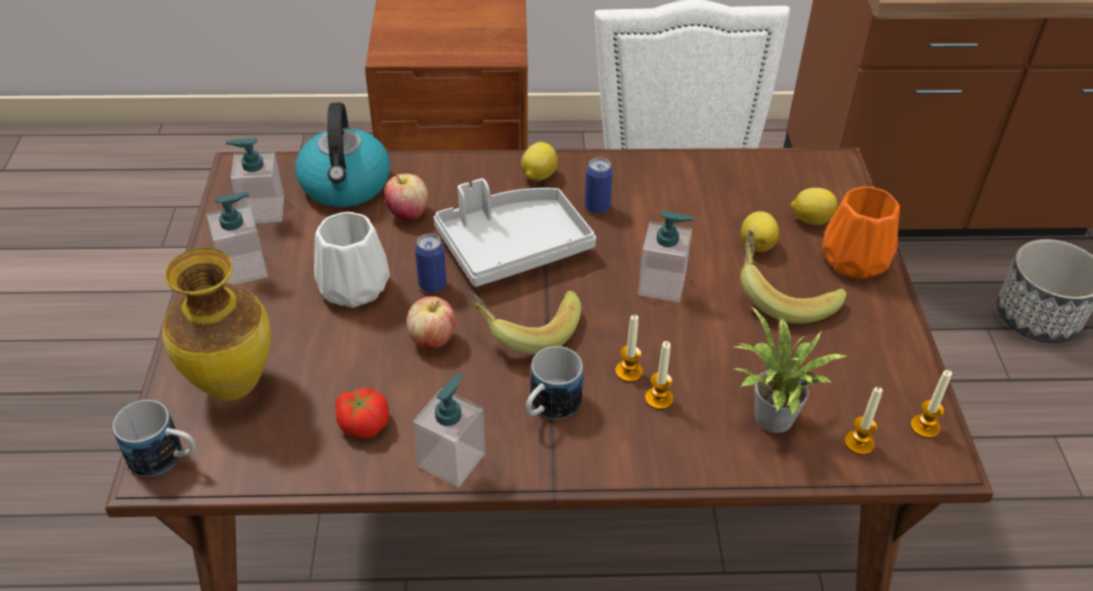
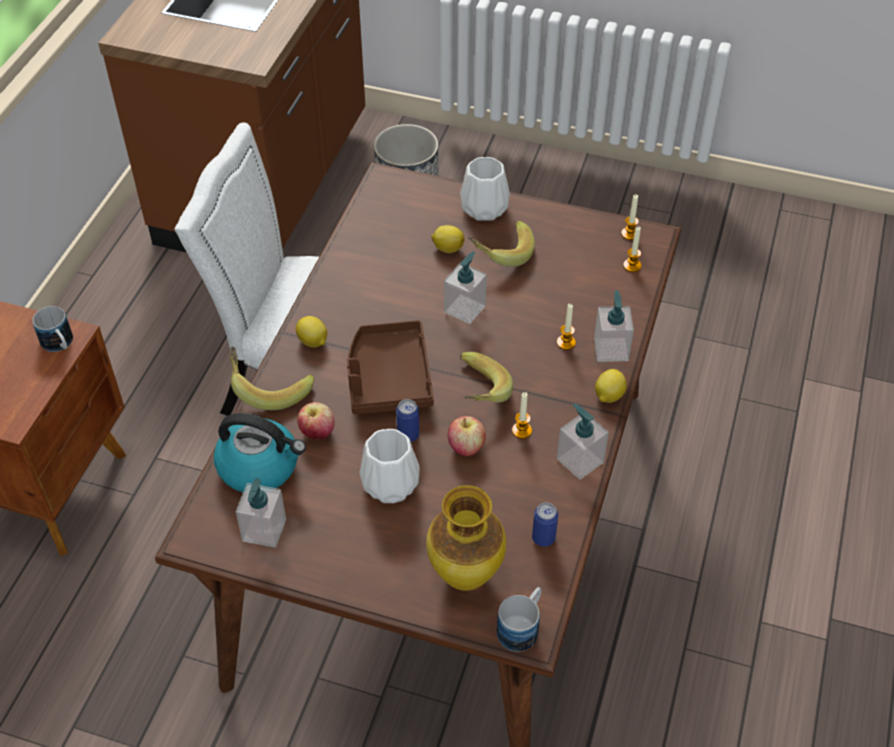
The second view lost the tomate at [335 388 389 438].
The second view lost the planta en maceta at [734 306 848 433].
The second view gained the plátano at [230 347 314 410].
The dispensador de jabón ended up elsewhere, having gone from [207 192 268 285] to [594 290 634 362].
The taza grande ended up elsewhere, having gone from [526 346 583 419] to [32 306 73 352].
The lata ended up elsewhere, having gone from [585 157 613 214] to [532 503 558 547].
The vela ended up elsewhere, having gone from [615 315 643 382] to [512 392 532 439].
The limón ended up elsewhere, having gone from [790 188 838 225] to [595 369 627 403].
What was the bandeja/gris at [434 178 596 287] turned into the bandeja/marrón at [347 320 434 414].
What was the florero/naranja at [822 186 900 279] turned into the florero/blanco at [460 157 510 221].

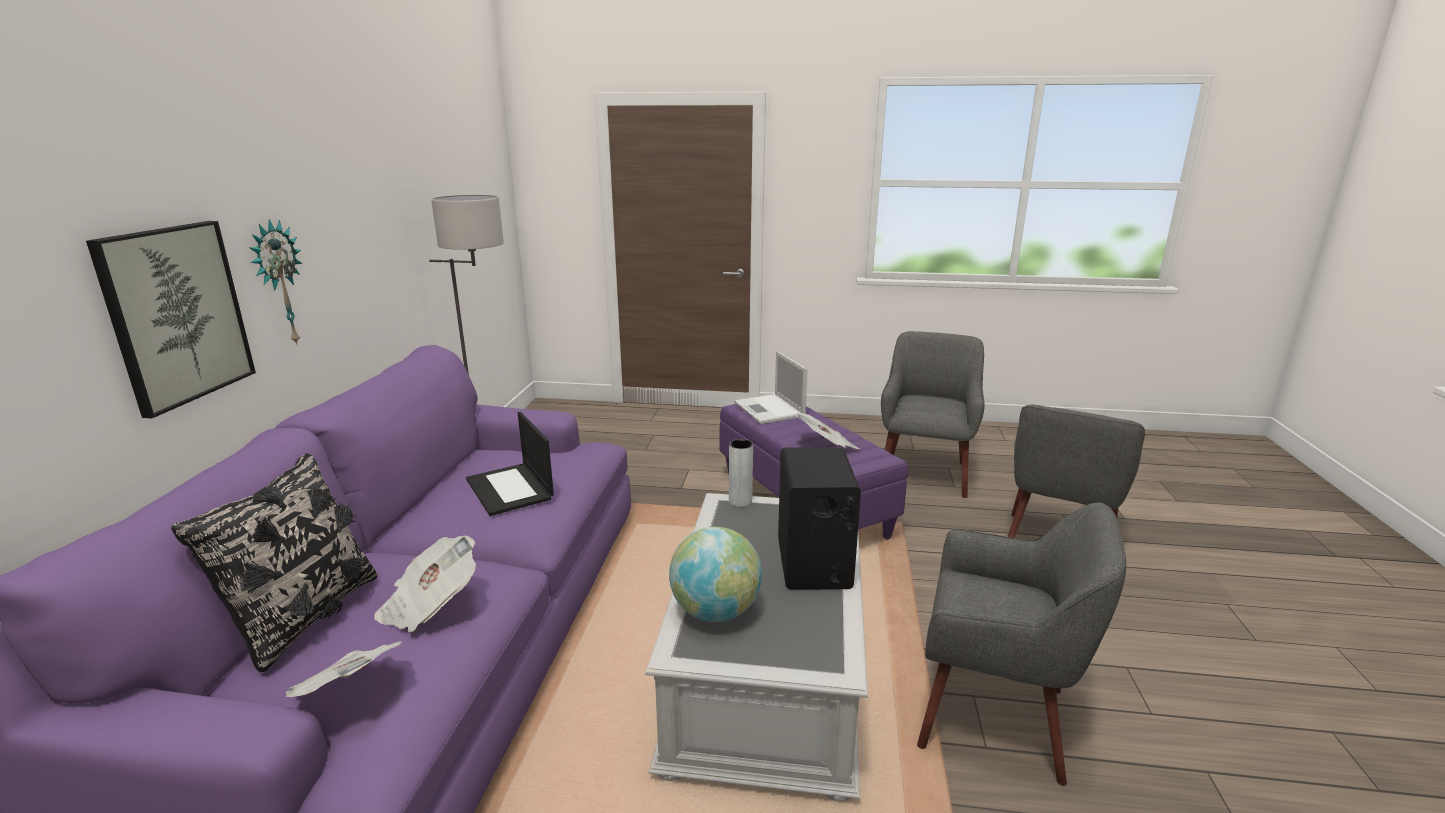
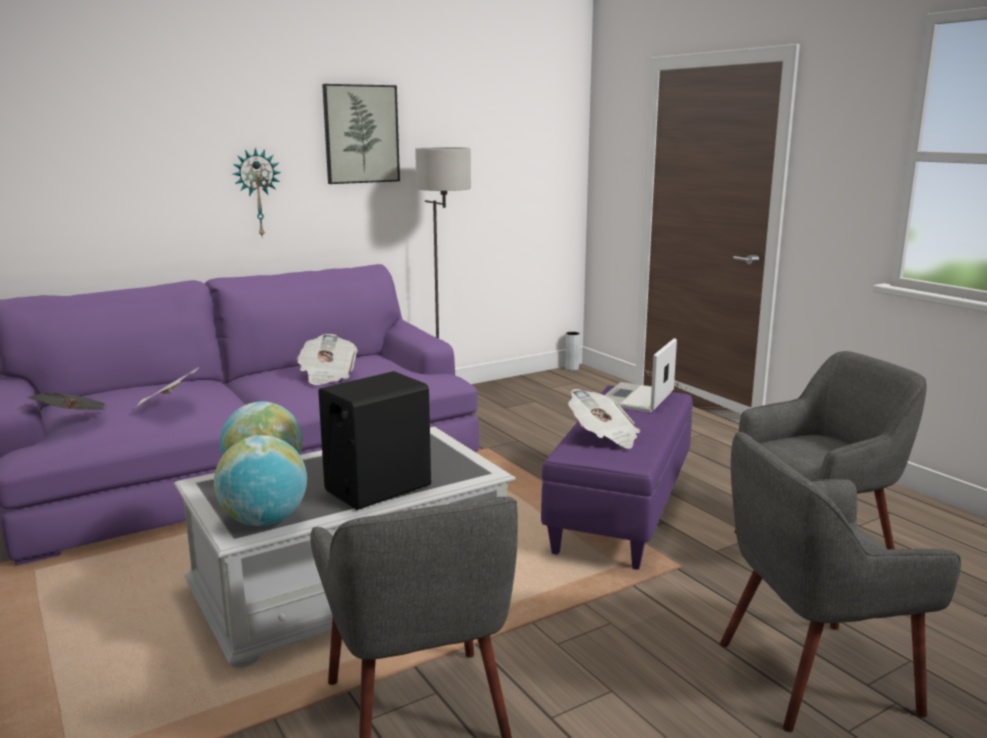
The second view lost the cojín/negro at [171 453 377 672].
The second view gained the globo terráqueo at [214 435 307 526].
The cuadro ended up elsewhere, having gone from [86 221 256 418] to [322 84 400 184].
The florero/gris ended up elsewhere, having gone from [729 439 753 507] to [565 332 580 371].
Where the portátil stood at [466 412 554 516], the periódico came to stand at [297 334 358 385].

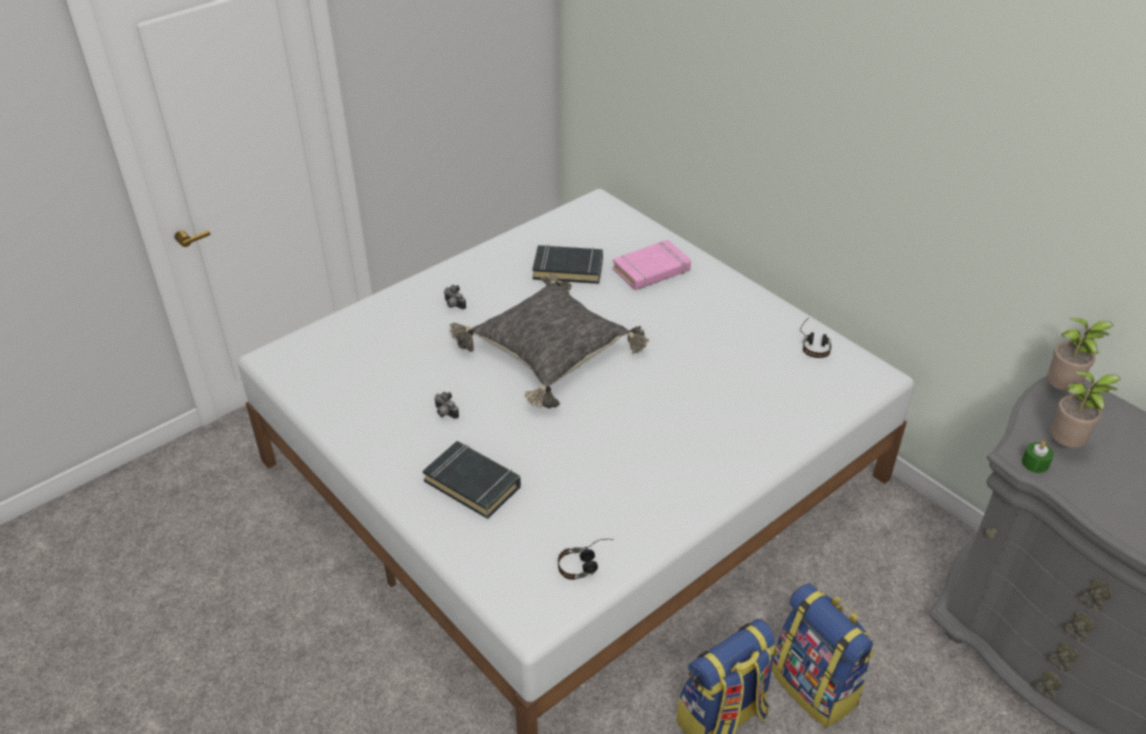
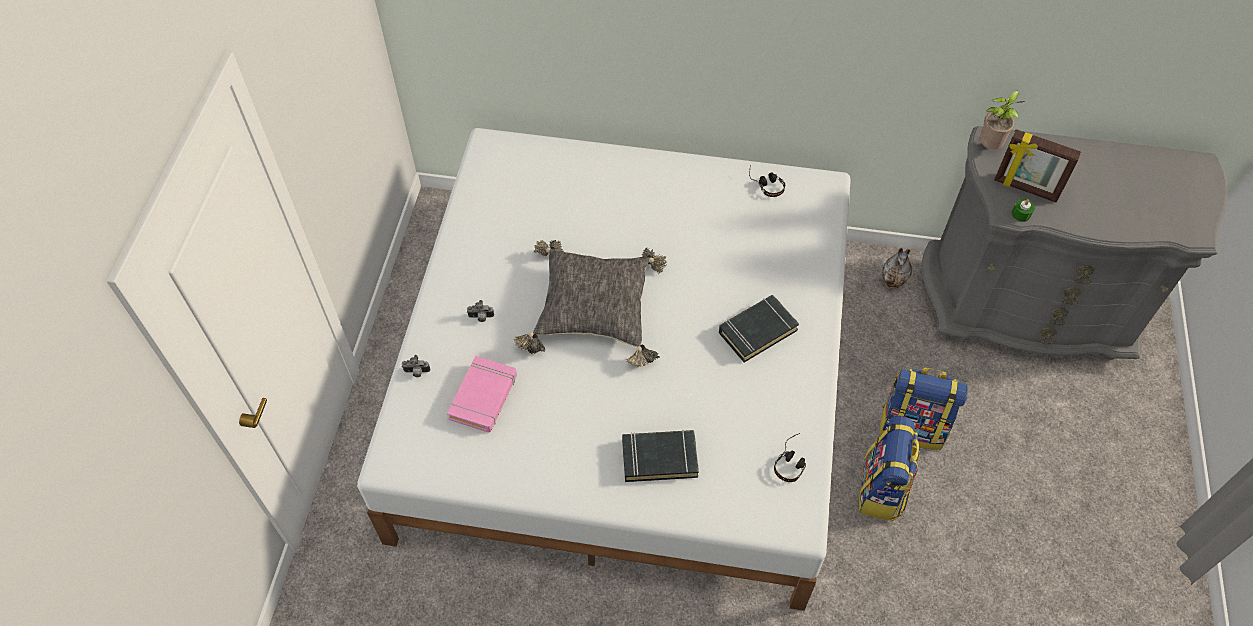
The second view gained the florero at [882 248 912 288].
The cámara ended up elsewhere, having gone from [434 392 459 419] to [402 355 430 377].
The libro/negro ended up elsewhere, having gone from [532 244 603 284] to [719 295 799 362].
The libro/rosa ended up elsewhere, having gone from [612 240 691 290] to [447 356 517 433].
Where the planta en maceta stood at [1051 371 1121 448], the portarretratos came to stand at [994 129 1081 203].

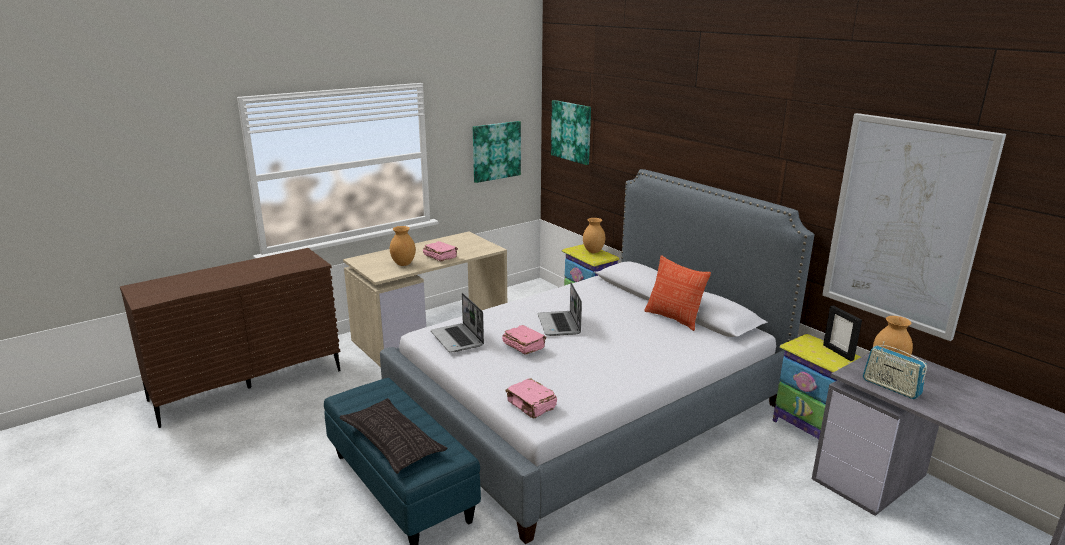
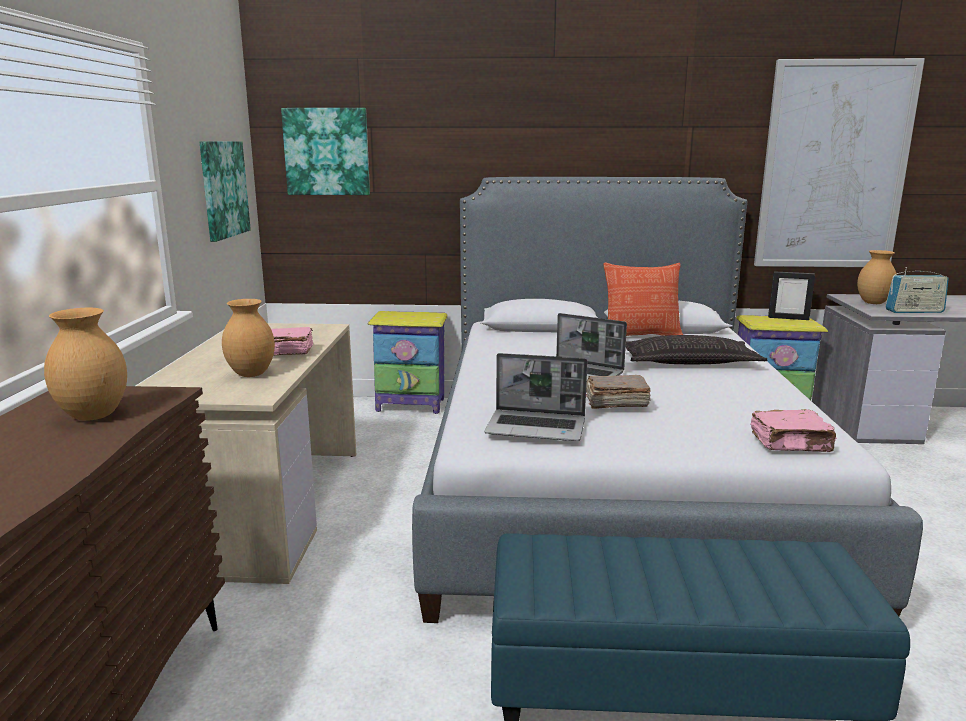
The cojín ended up elsewhere, having gone from [339 398 447 474] to [626 335 768 364].
The florero/marrón ended up elsewhere, having gone from [583 218 605 253] to [44 308 127 421].
What was the libro/rosa at [502 325 547 355] turned into the libro/marrón at [586 375 651 409].

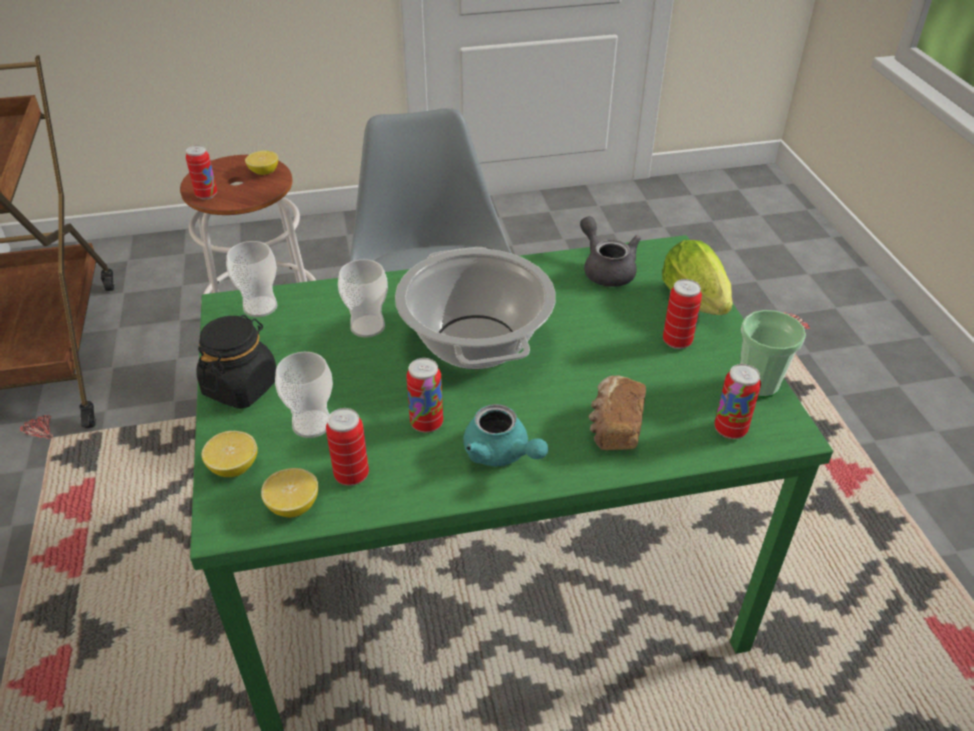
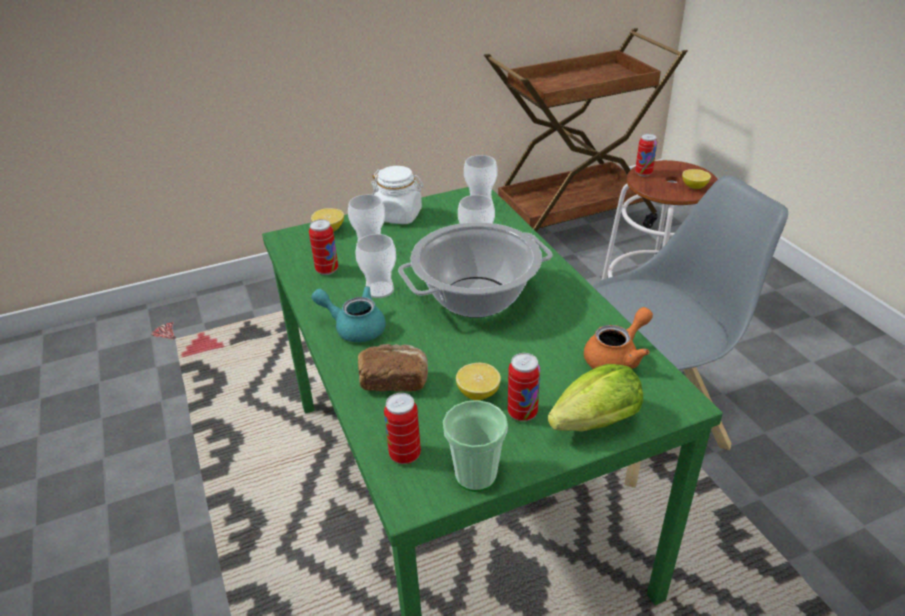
The limón ended up elsewhere, having gone from [261 468 318 518] to [456 363 501 400].
Where the lata stood at [406 358 443 433], the taza came to stand at [355 234 396 298].
What was the tarro/negro at [196 315 277 409] turned into the tarro/blanco at [371 166 424 224].
What was the tetera/gris at [580 216 641 287] turned into the tetera/naranja at [584 307 653 369].
The tetera/turquesa at [463 404 548 466] ended up facing another way, 75 degrees clockwise from before.

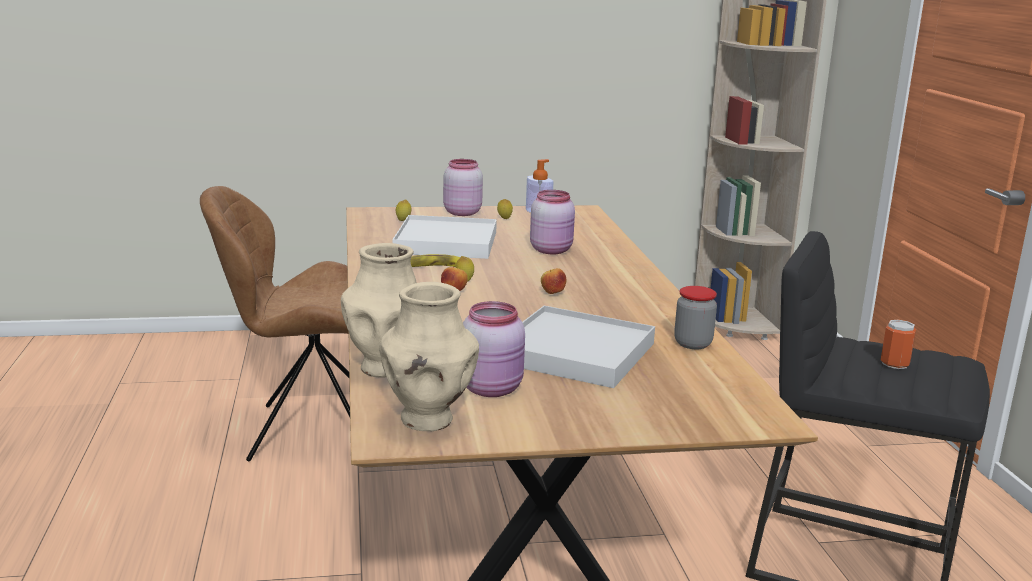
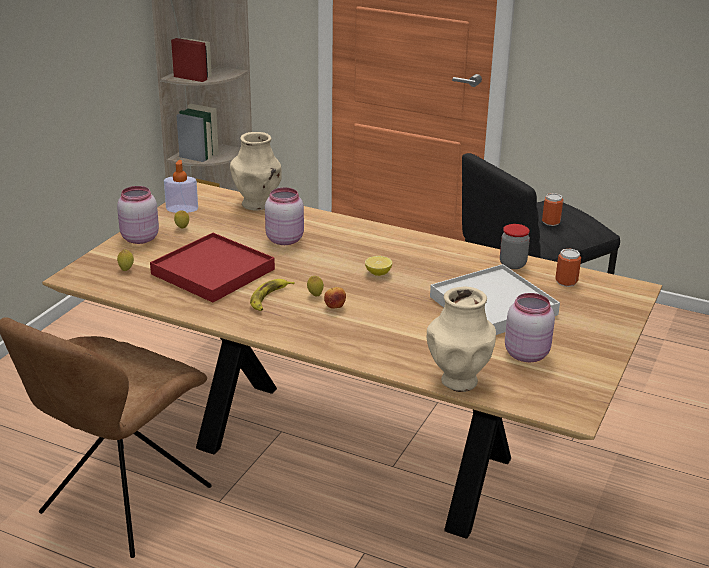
The second view gained the lata at [555 249 581 287].
The florero/beis ended up elsewhere, having gone from [379 282 479 431] to [230 132 282 211].
Where the manzana stood at [541 268 566 294], the limón came to stand at [365 256 392 276].
What was the bandeja/blanco at [392 215 497 259] turned into the bandeja/rojo at [150 233 275 303].

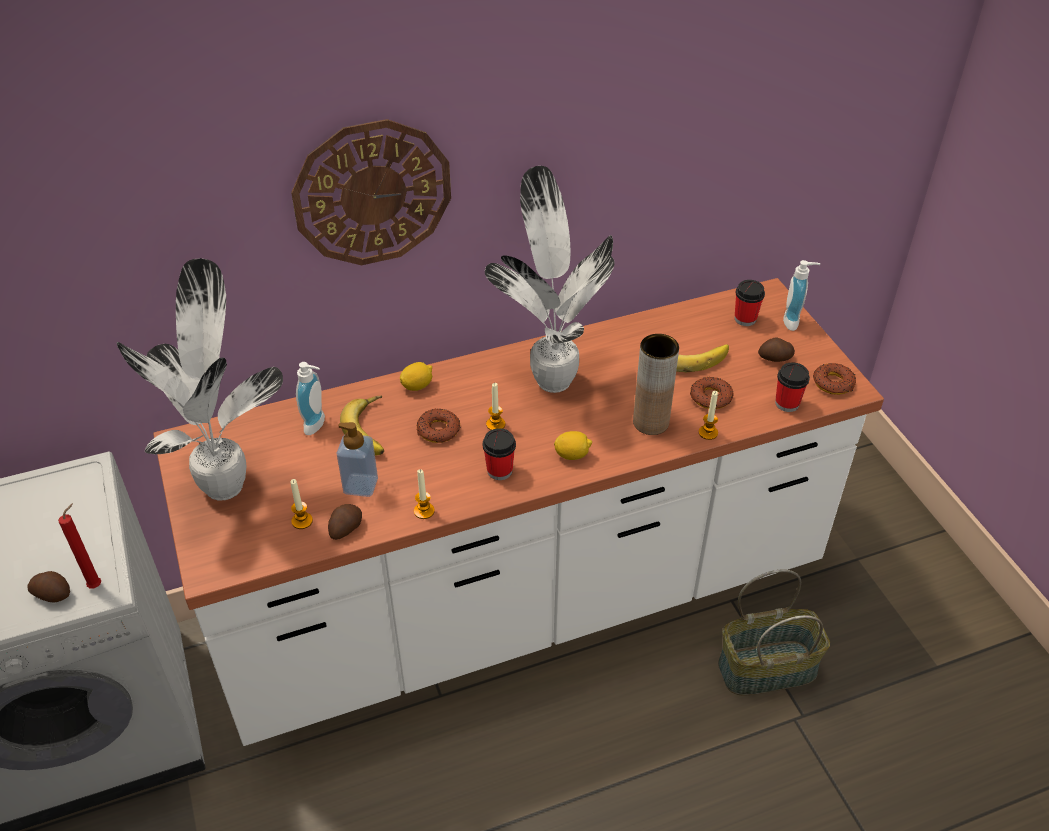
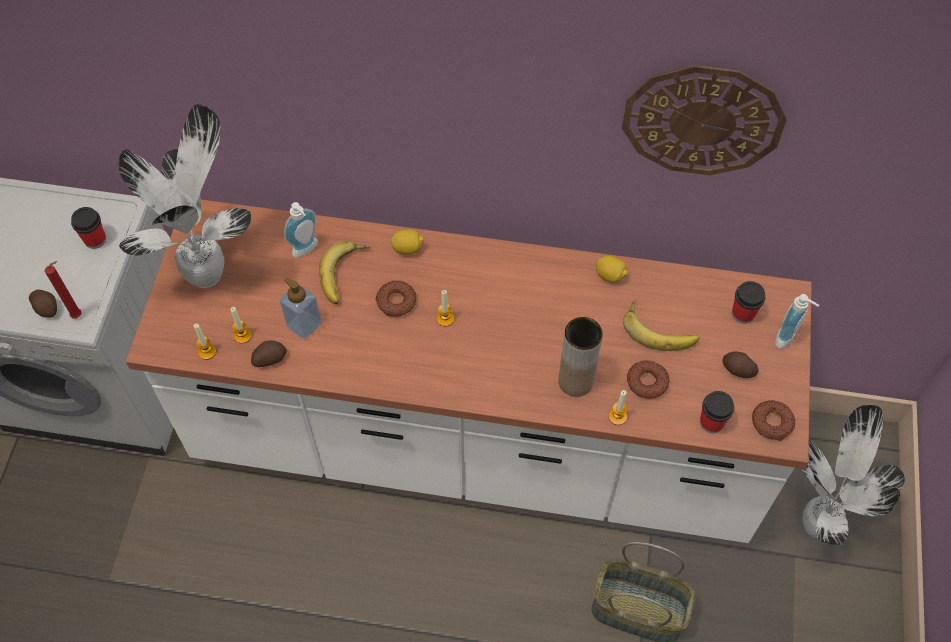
The reloj de pared ended up elsewhere, having gone from [291 119 451 265] to [622 65 787 175].
The vela ended up elsewhere, having gone from [414 469 435 519] to [194 324 216 360].
The taza ended up elsewhere, having gone from [483 428 516 480] to [71 207 106 249].
The planta en maceta ended up elsewhere, having gone from [485 166 614 393] to [802 405 905 545].
The limón ended up elsewhere, having gone from [554 431 592 460] to [596 256 628 283].

